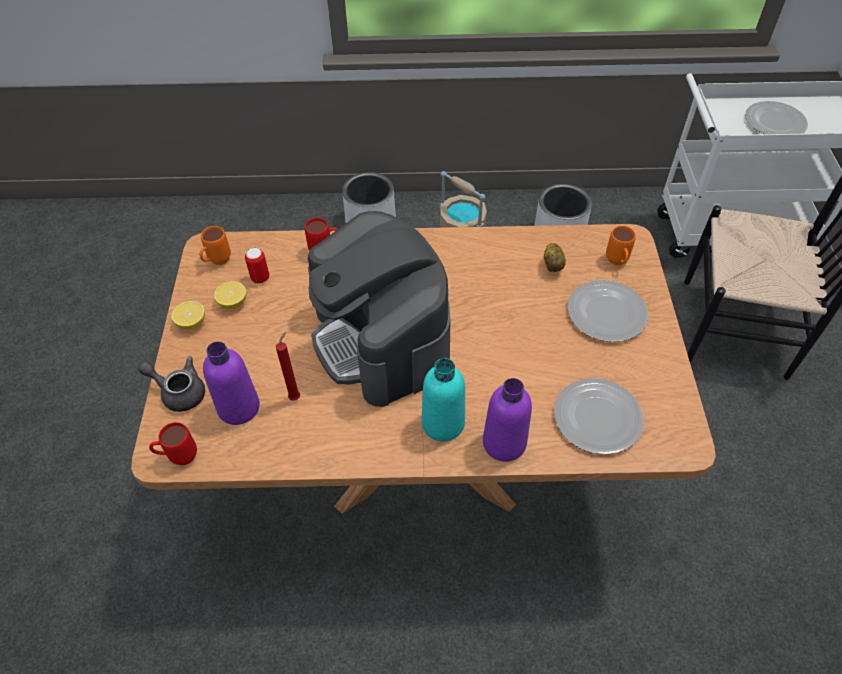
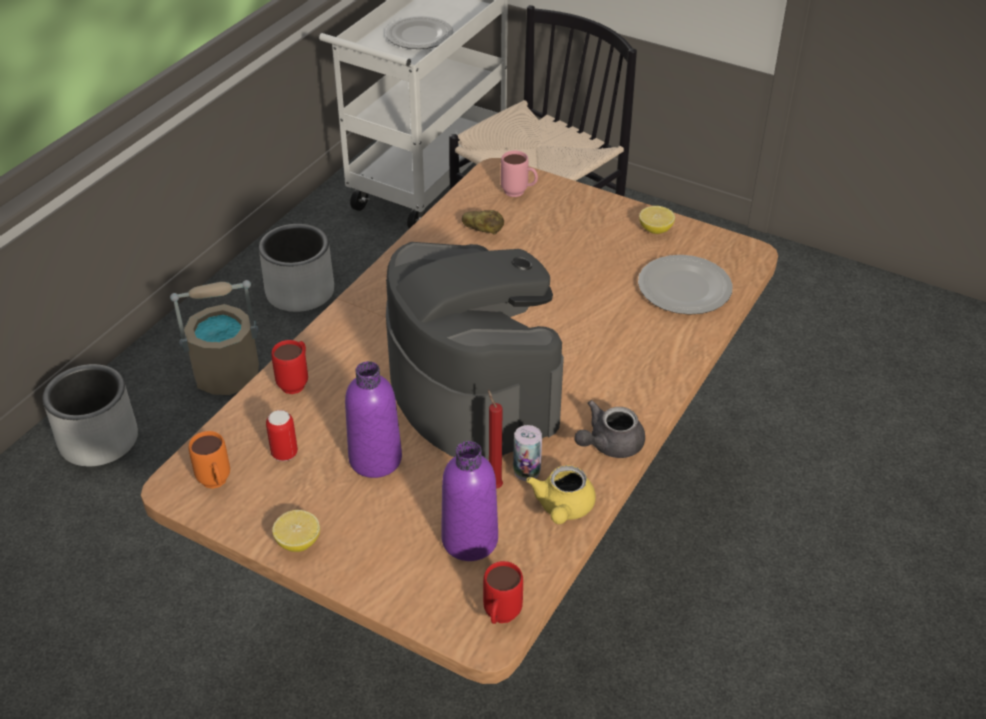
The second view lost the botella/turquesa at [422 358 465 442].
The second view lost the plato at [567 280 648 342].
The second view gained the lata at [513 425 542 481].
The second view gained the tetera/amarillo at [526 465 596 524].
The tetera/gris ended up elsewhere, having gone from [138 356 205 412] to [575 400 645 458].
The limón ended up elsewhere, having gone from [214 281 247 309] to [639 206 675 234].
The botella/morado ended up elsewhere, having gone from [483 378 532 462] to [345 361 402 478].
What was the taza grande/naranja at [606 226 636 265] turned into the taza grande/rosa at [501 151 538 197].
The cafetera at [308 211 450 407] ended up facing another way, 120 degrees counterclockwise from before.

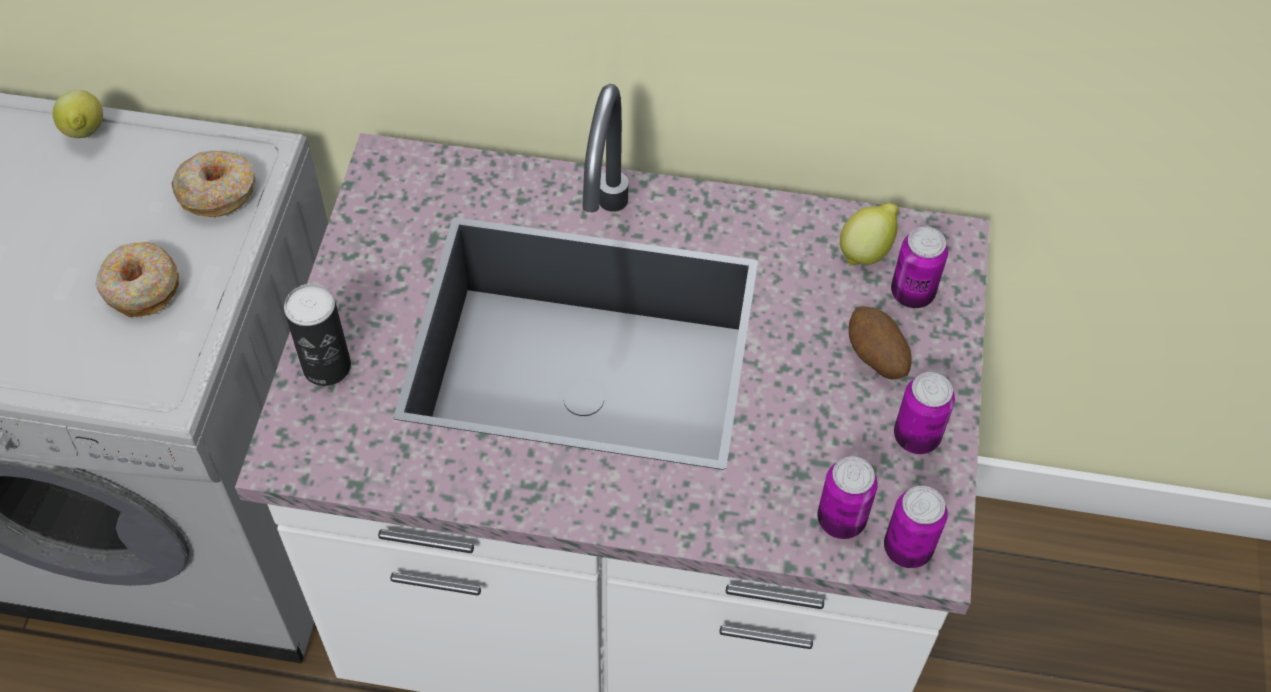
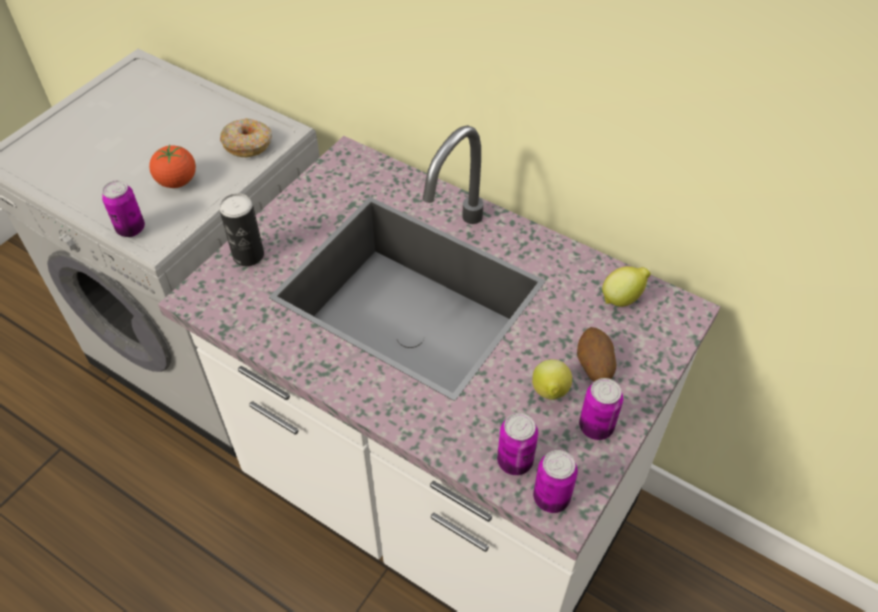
The limón ended up elsewhere, having gone from [53 90 103 138] to [532 359 572 400].
The lata ended up elsewhere, having gone from [891 227 948 308] to [102 180 145 237].
Where the rosquilla stood at [95 242 179 317], the tomate came to stand at [149 144 196 188].

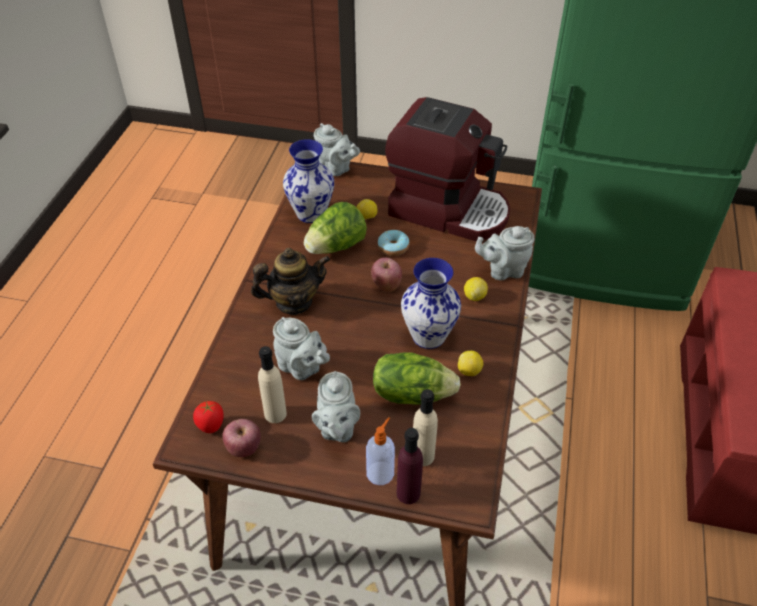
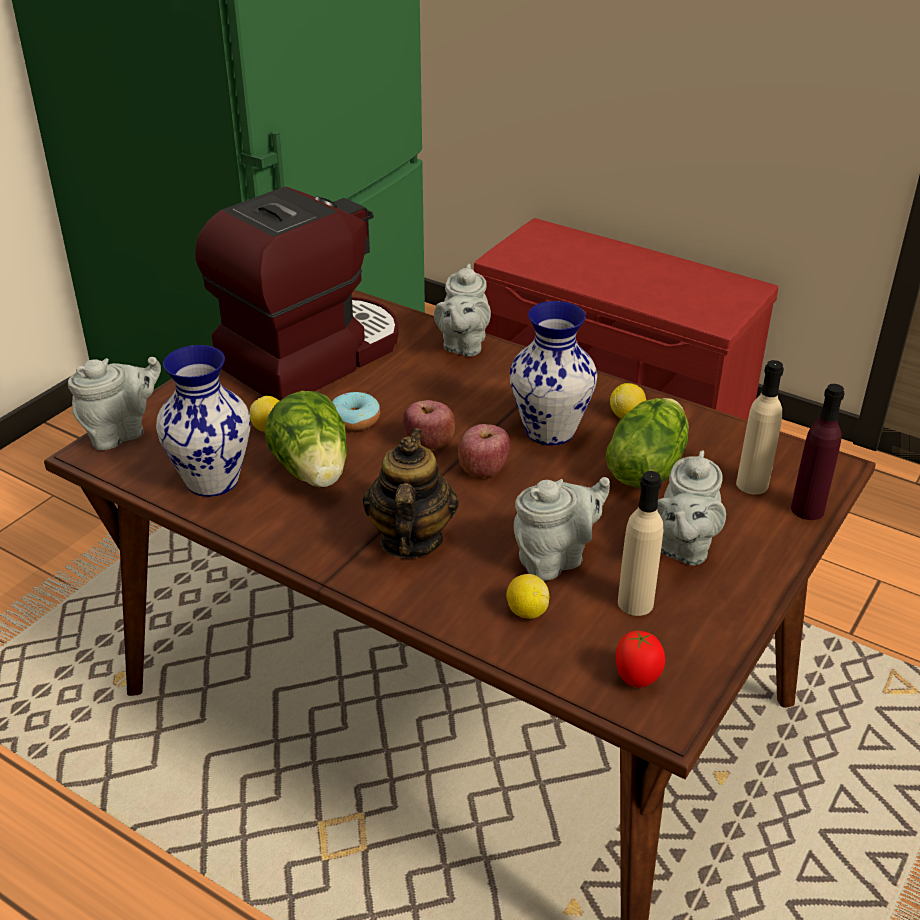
The second view lost the dispensador de jabón at [366 417 395 485].
The manzana ended up elsewhere, having gone from [222 419 261 457] to [458 424 510 477].
The limón ended up elsewhere, having gone from [464 277 488 301] to [506 574 549 619].
The tetera/gris at [312 371 360 442] ended up facing another way, 90 degrees clockwise from before.

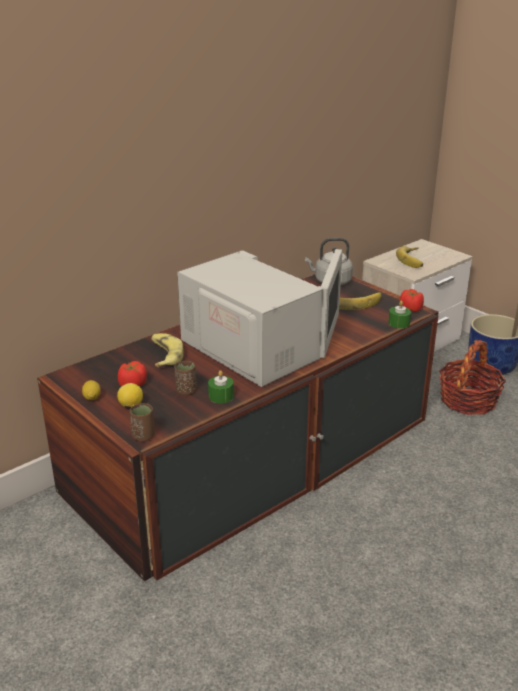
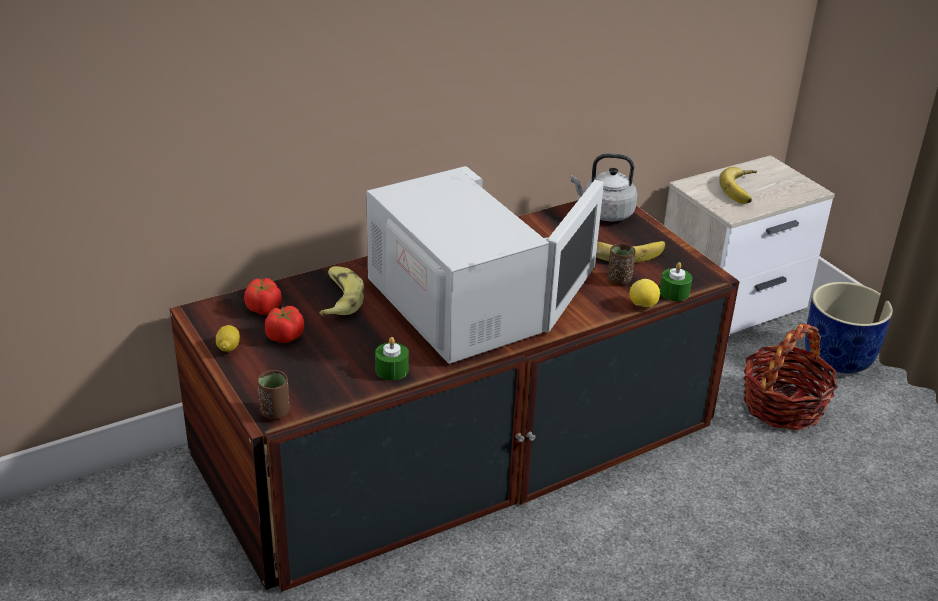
The limón ended up elsewhere, having gone from [117 383 143 407] to [629 279 660 307].
The taza/marrón ended up elsewhere, having gone from [174 361 197 395] to [608 243 635 285].
The tomate ended up elsewhere, having gone from [400 289 424 312] to [244 278 282 315].

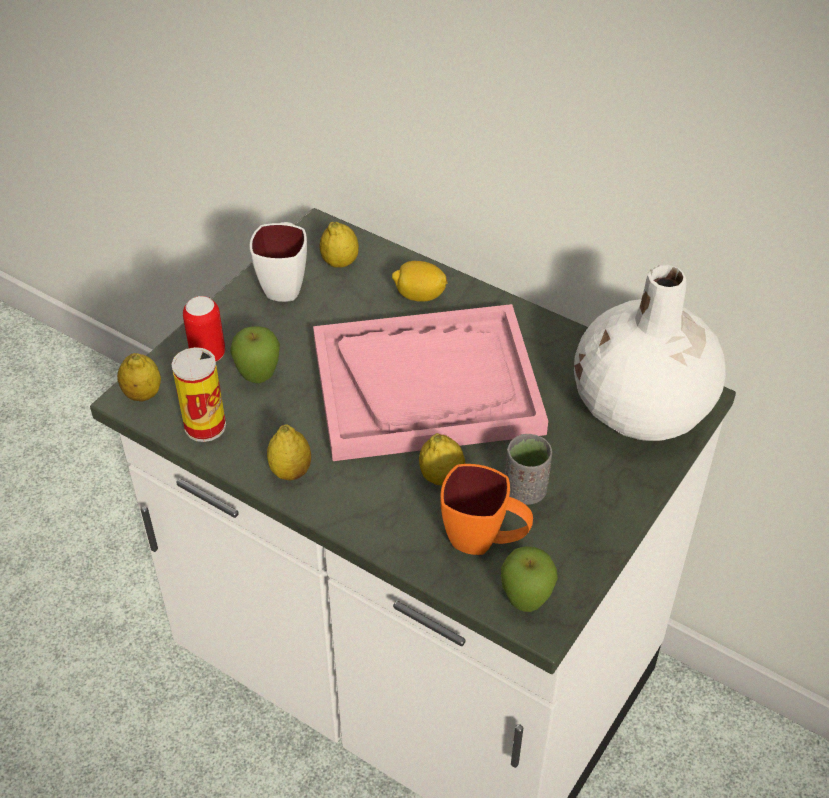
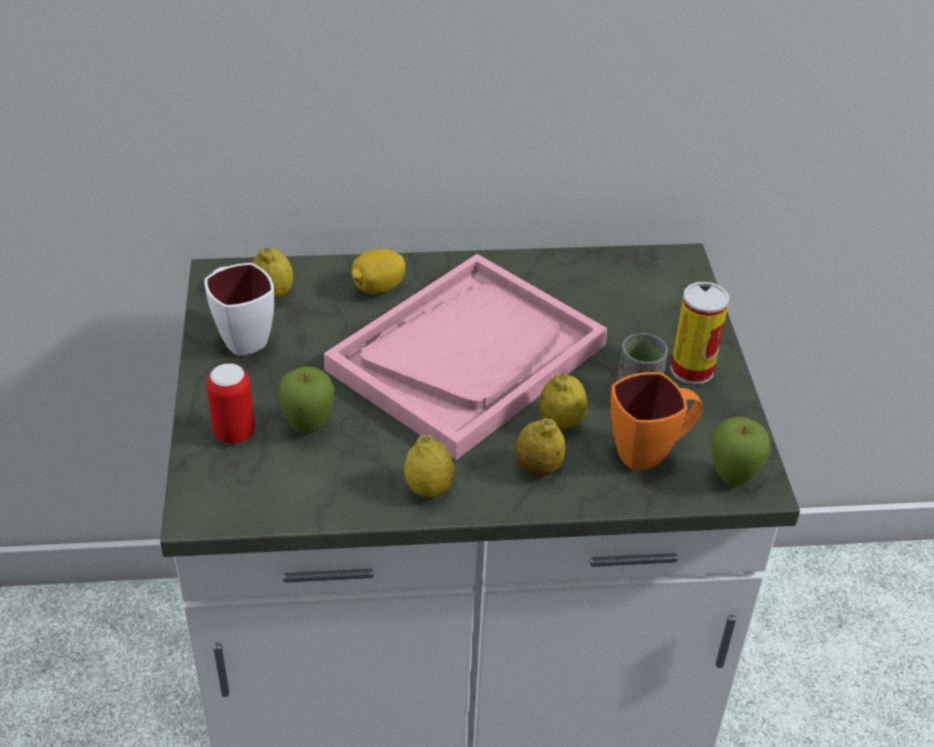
The second view lost the florero/blanco at [574 265 726 441].
The limón ended up elsewhere, having gone from [117 353 161 402] to [516 418 566 476].
The lata ended up elsewhere, having gone from [171 347 226 442] to [670 282 730 385].

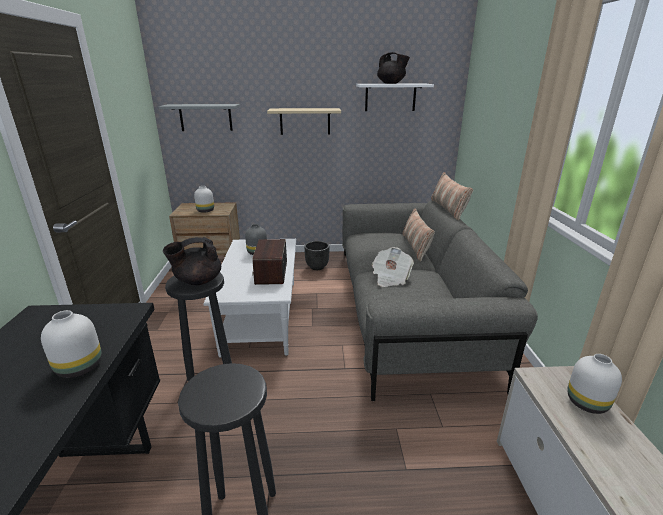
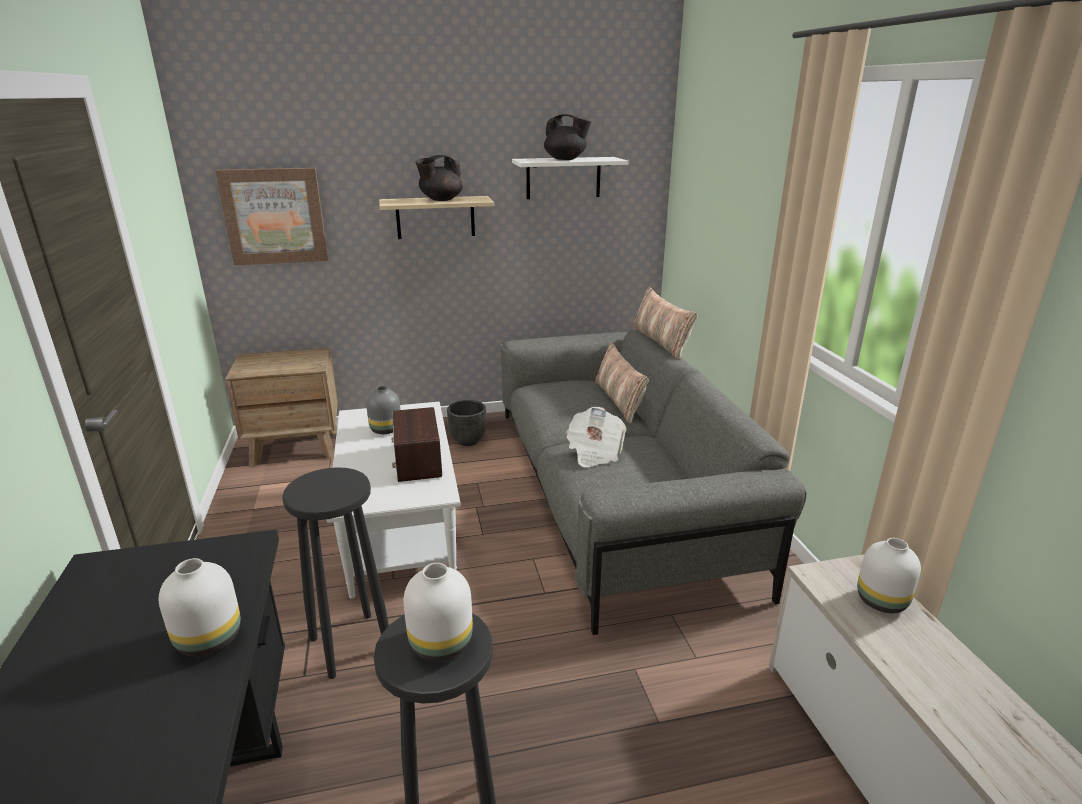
The tetera/negro ended up elsewhere, having gone from [163 237 221 285] to [416 155 463 201].
The florero/blanco ended up elsewhere, having gone from [194 186 214 213] to [404 563 473 661].
Where the estante/gris hung at [159 104 240 131], the cuadro came to hang at [215 168 328 265].

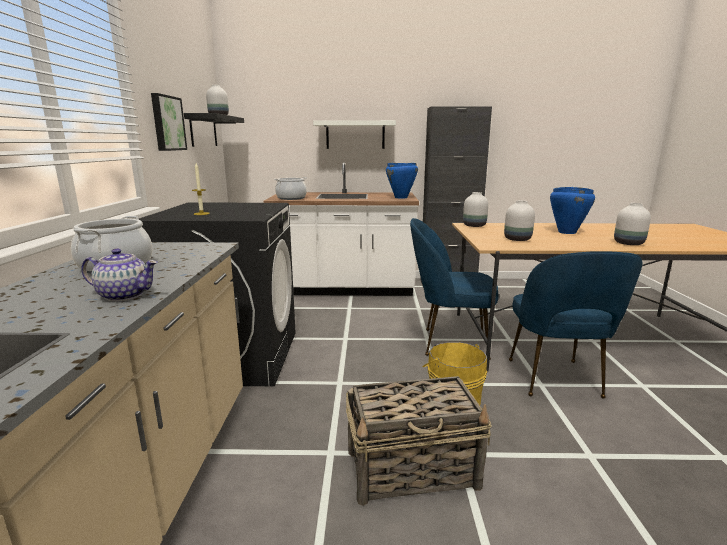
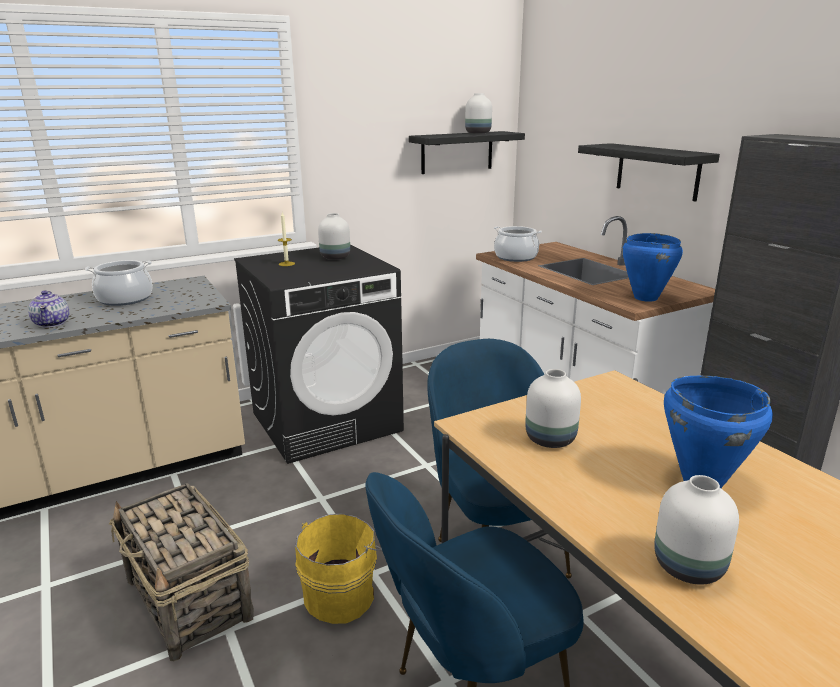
The second view lost the cuadro at [151 93 187 151].
The florero/blanco ended up elsewhere, having gone from [463 192 488 227] to [318 213 350 260].
What was the estante/blanco at [313 120 396 149] turned into the estante/negro at [578 143 720 202].

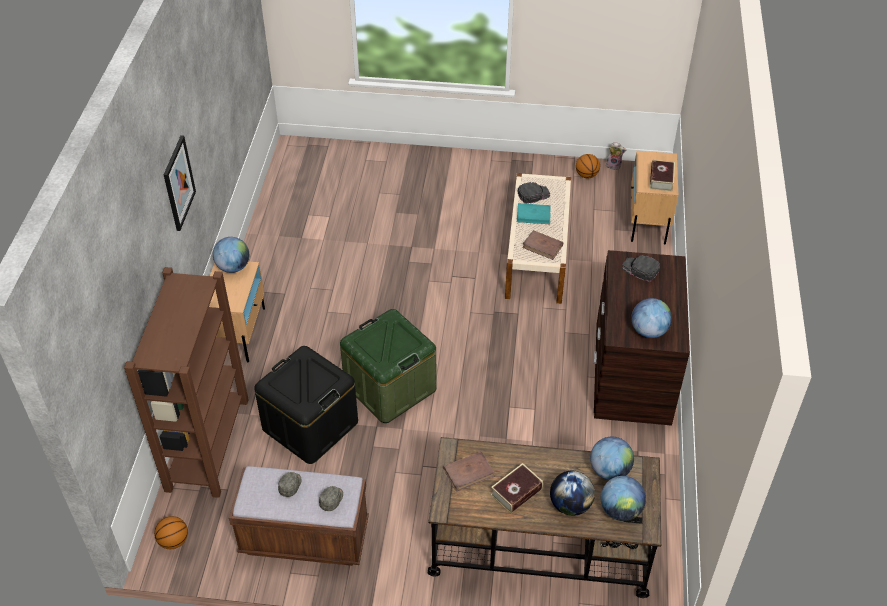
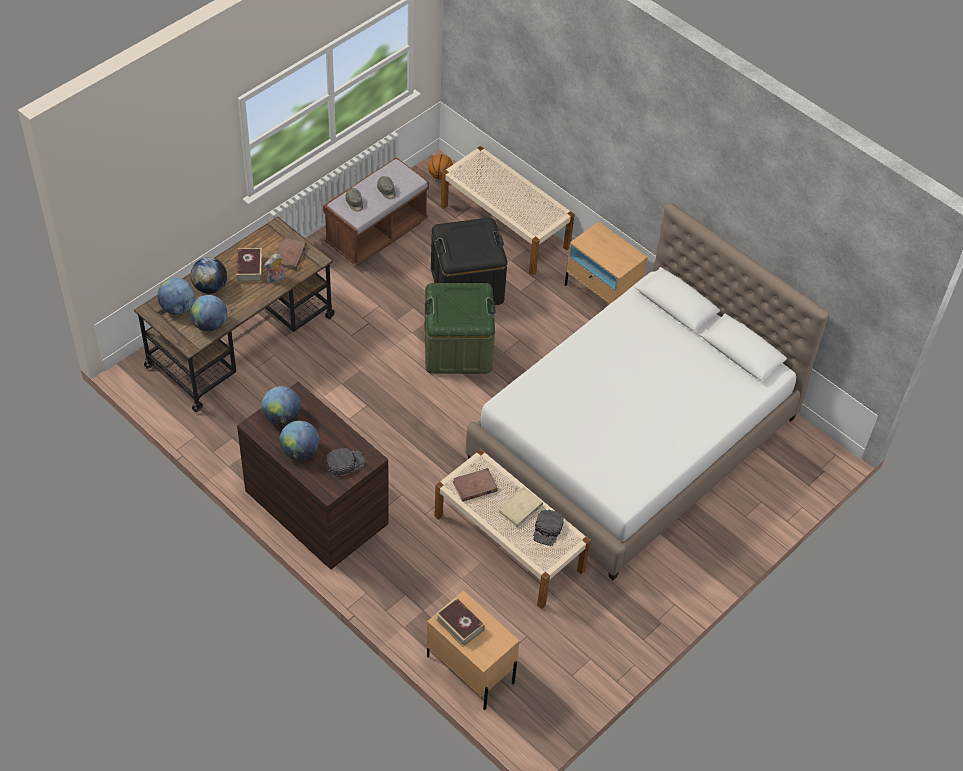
The second view lost the cuadro at [164 135 196 231].
The second view lost the balón de baloncesto at [576 154 600 178].
The second view gained the cama/blanco at [465 203 829 580].
The globo terráqueo ended up elsewhere, having gone from [213 237 249 273] to [279 421 319 460].
The peluche ended up elsewhere, having gone from [606 142 626 170] to [264 253 285 284].
Where the estantería/marrón stood at [124 267 249 498], the banco/beis came to stand at [441 146 575 276].
What was the libro/turquesa at [517 203 551 224] turned into the libro/beis at [497 487 543 528].

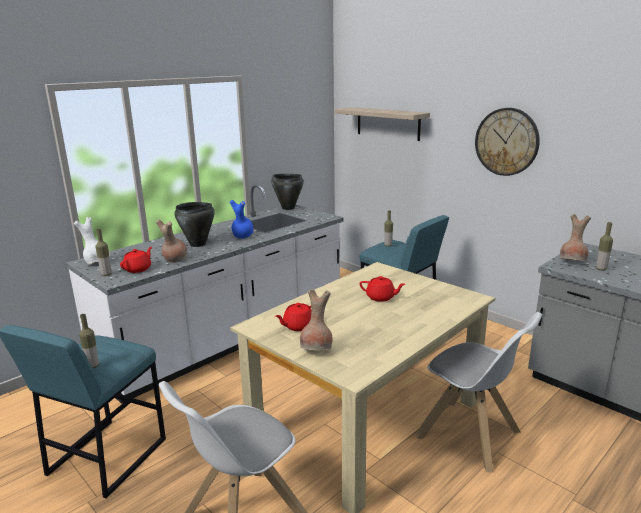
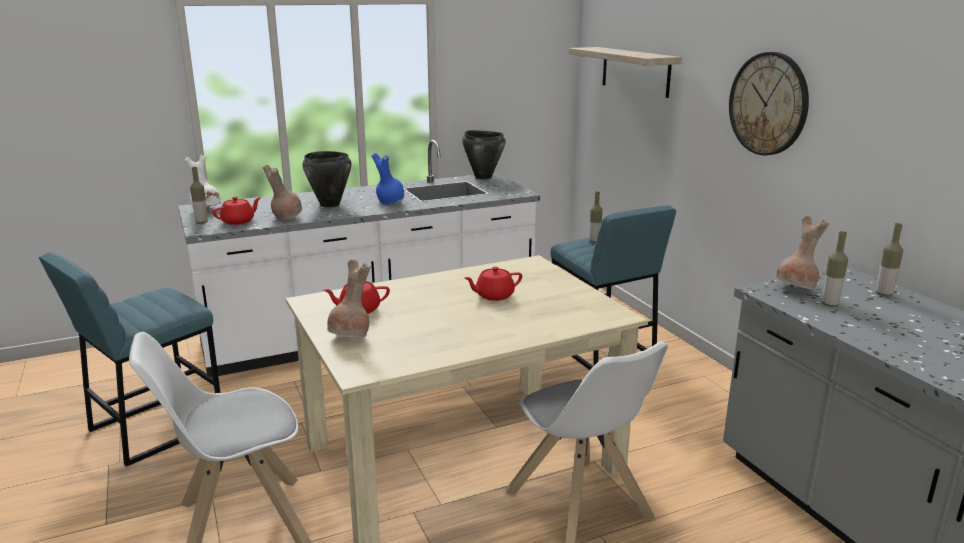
The botella ended up elsewhere, having gone from [79 314 99 368] to [876 223 903 296].
The tetera/rojo at [360 276 405 302] ended up facing another way, 120 degrees clockwise from before.

